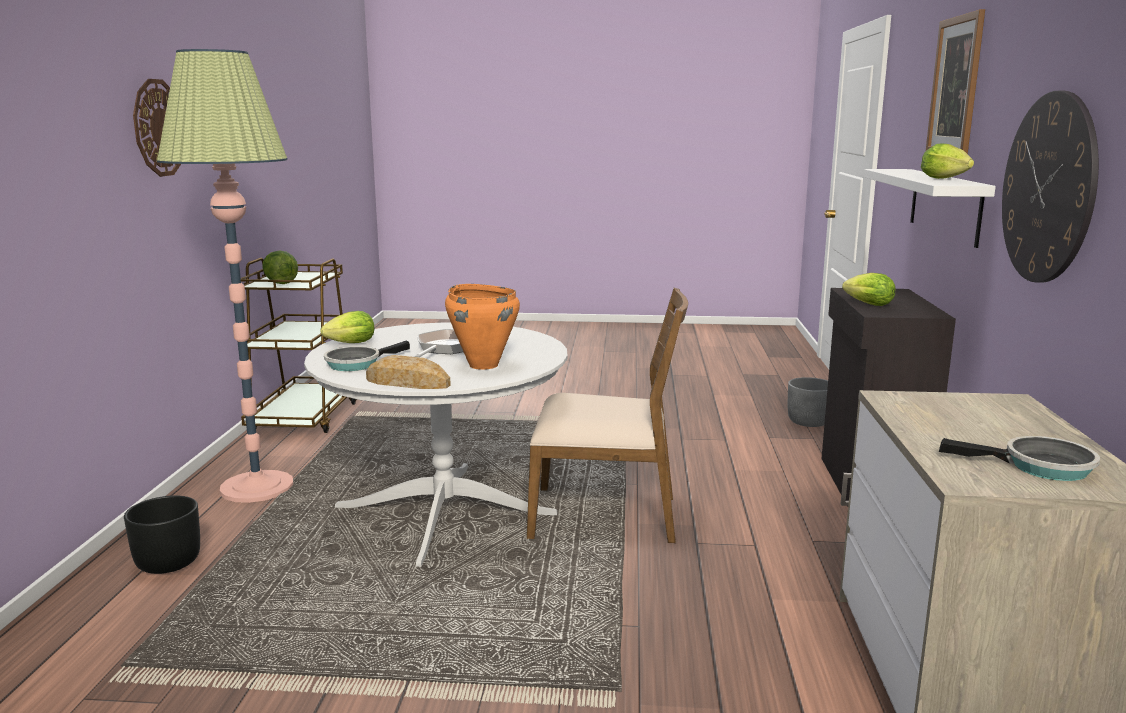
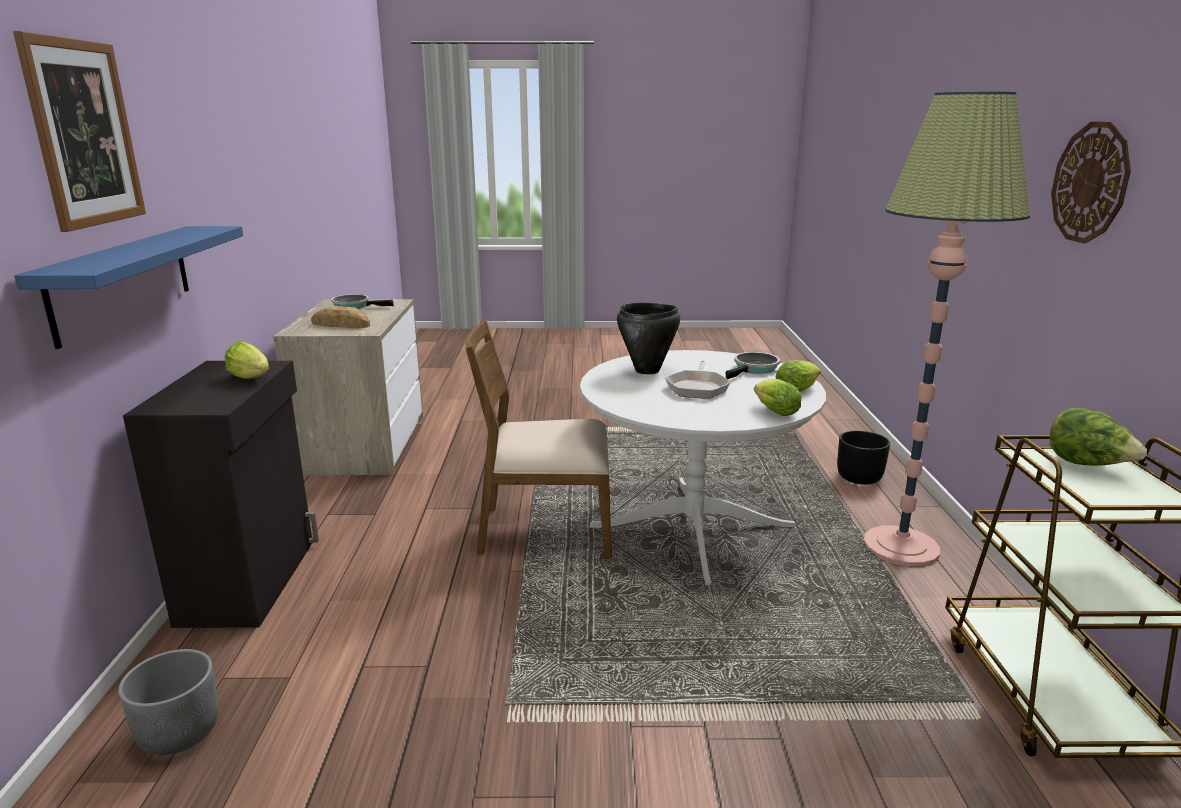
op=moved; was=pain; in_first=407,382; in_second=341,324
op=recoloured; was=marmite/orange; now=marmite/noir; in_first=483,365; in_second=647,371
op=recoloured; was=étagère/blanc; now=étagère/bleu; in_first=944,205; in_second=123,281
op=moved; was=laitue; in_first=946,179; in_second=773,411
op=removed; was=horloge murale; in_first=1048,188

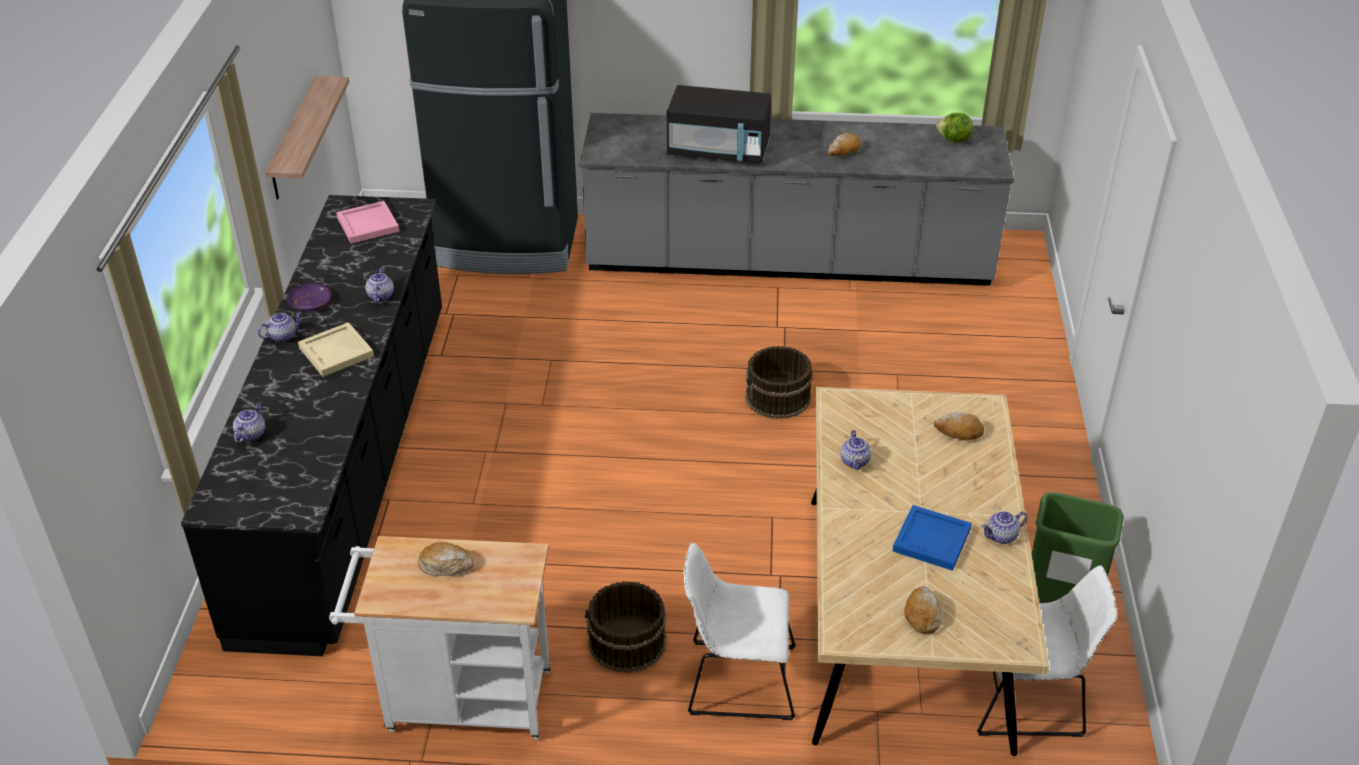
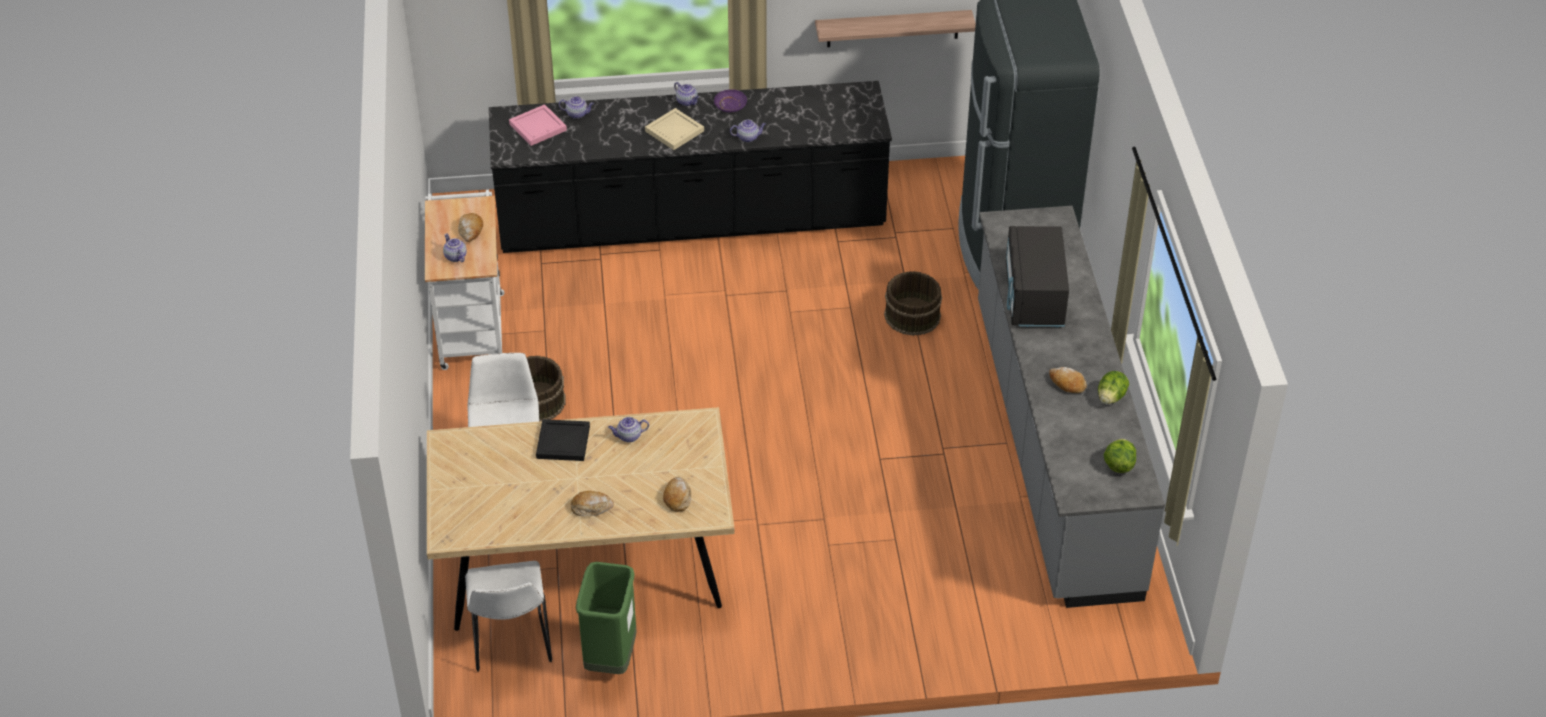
op=moved; was=plateau/rose; in_first=368,224; in_second=539,127
op=moved; was=seau/marron; in_first=778,398; in_second=911,316
op=removed; was=plateau/bleu; in_first=931,539
op=moved; was=pain; in_first=922,614; in_second=591,507
op=moved; was=théière; in_first=1001,537; in_second=455,257
op=added; now=plateau/noir; in_second=562,442
op=added; now=laitue; in_second=1111,397

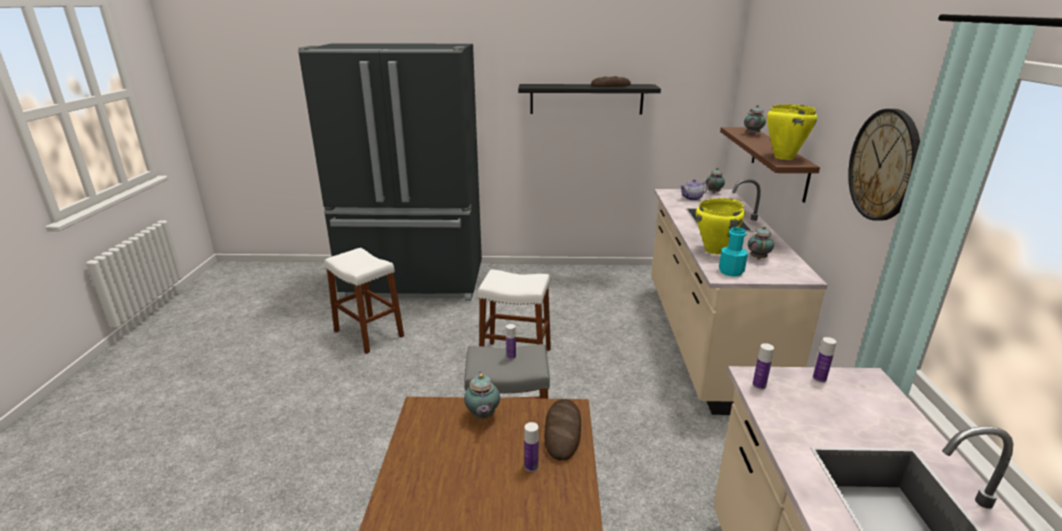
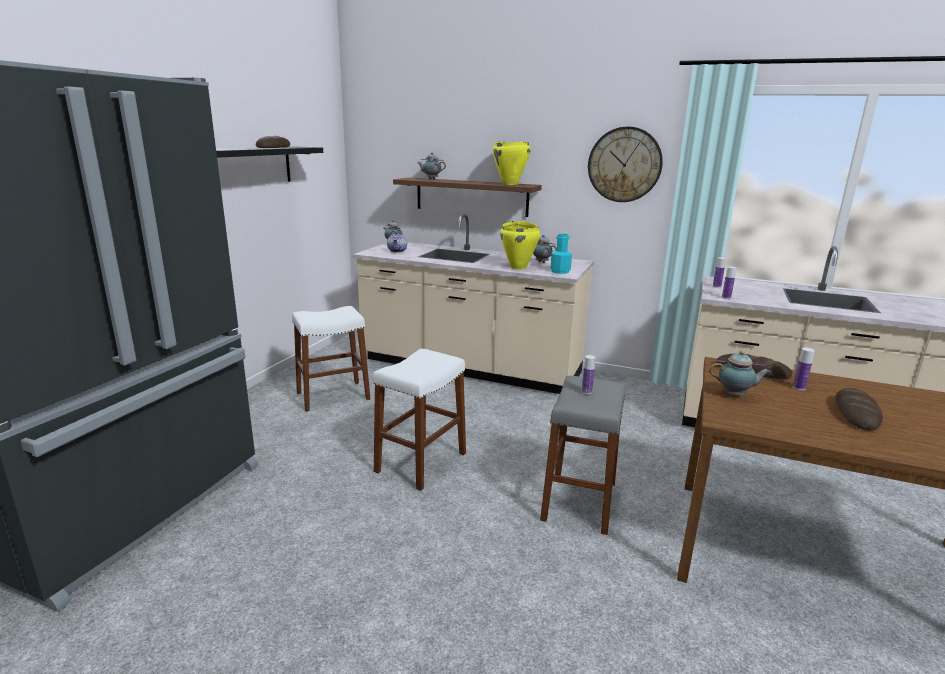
op=moved; was=tabouret/blanc; in_first=369,333; in_second=333,396
op=added; now=pain; in_second=856,413

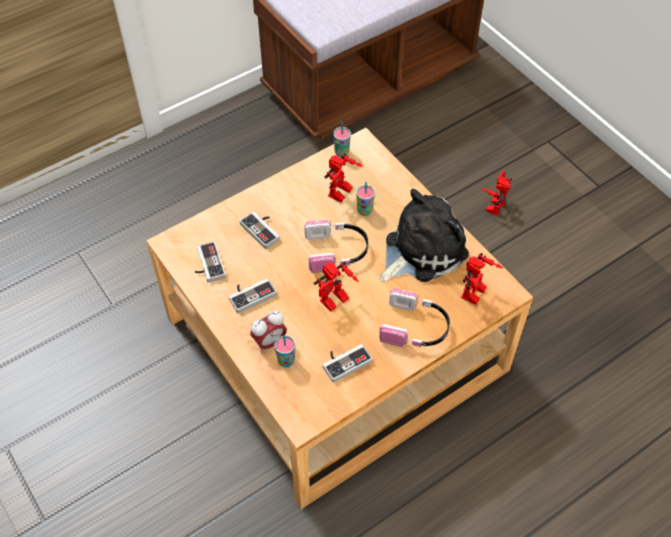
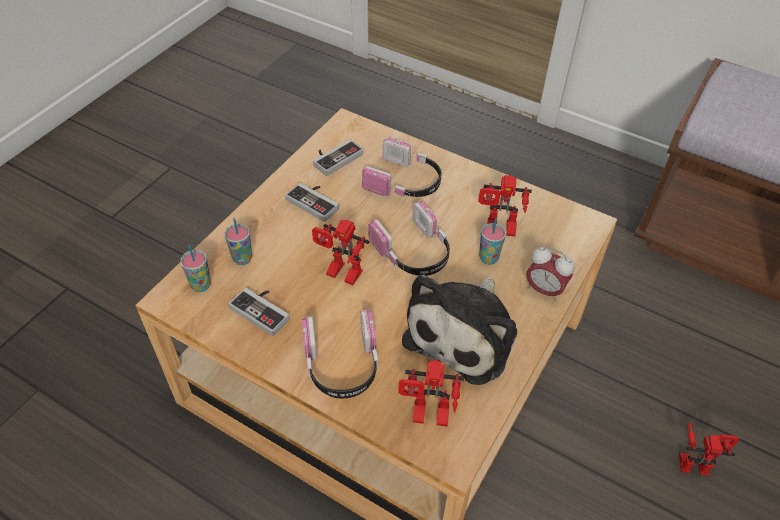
op=replaced; was=manette; now=casque audio; in_first=263,230; in_second=405,182
op=moved; was=réveil; in_first=269,342; in_second=544,290
op=moved; was=tasse; in_first=341,153; in_second=201,285
op=turned; was=peluche; in_first=421,250; in_second=465,333; clockwise=90

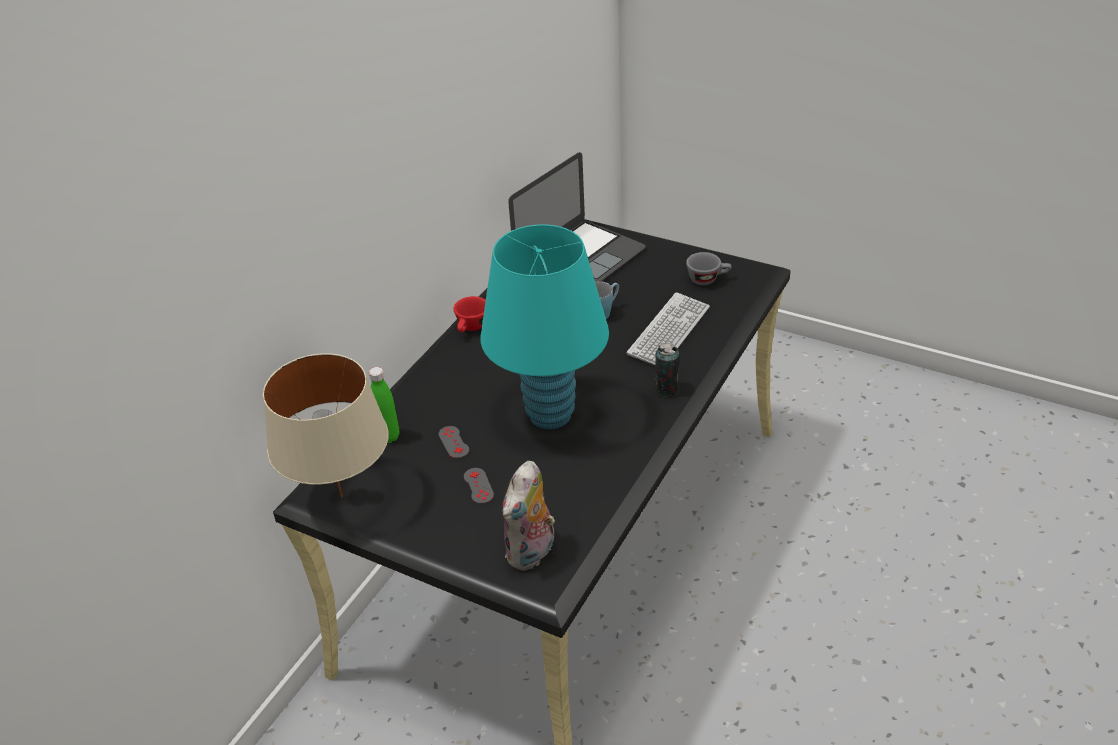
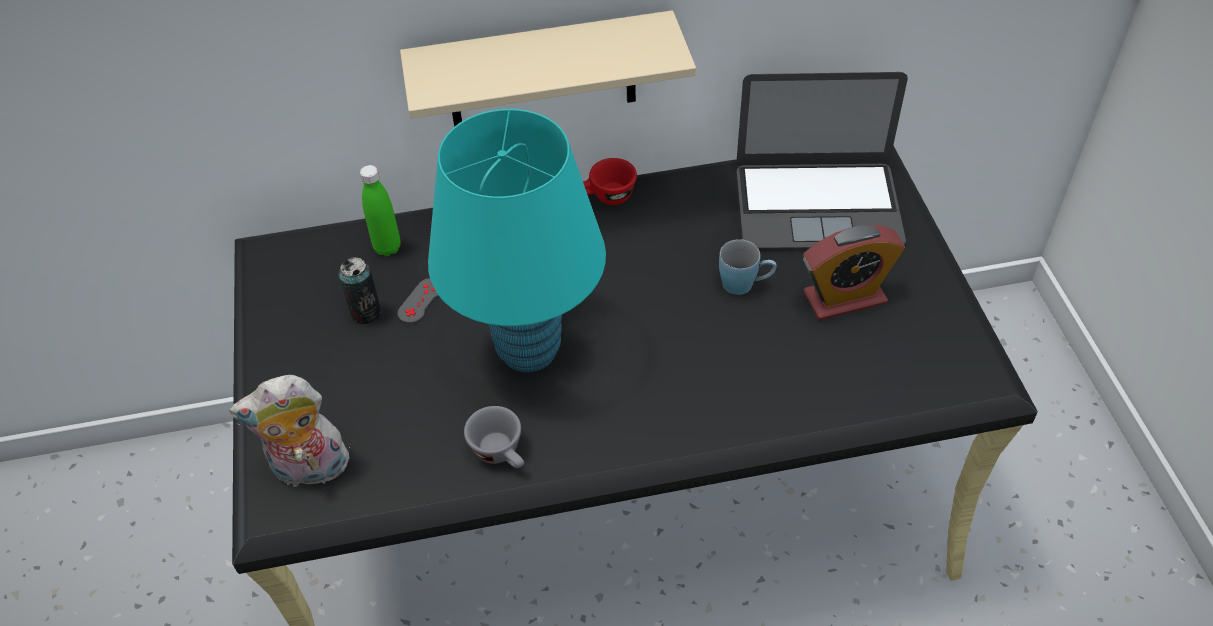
op=removed; was=lampe de table/beige; in_first=341,496
op=removed; was=manette/gris; in_first=478,486
op=removed; was=clavier; in_first=669,331
op=moved; was=boîte métallique; in_first=666,389; in_second=366,313
op=moved; was=tasse/gris; in_first=708,279; in_second=501,453
op=added; now=étagère/beige; in_second=541,72
op=added; now=réveil; in_second=844,298

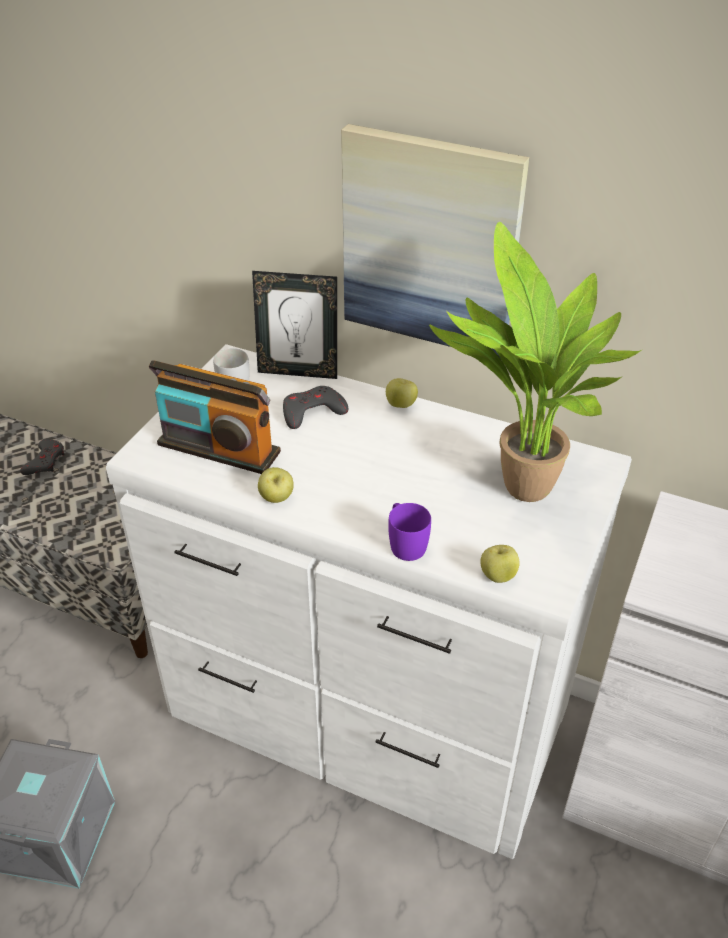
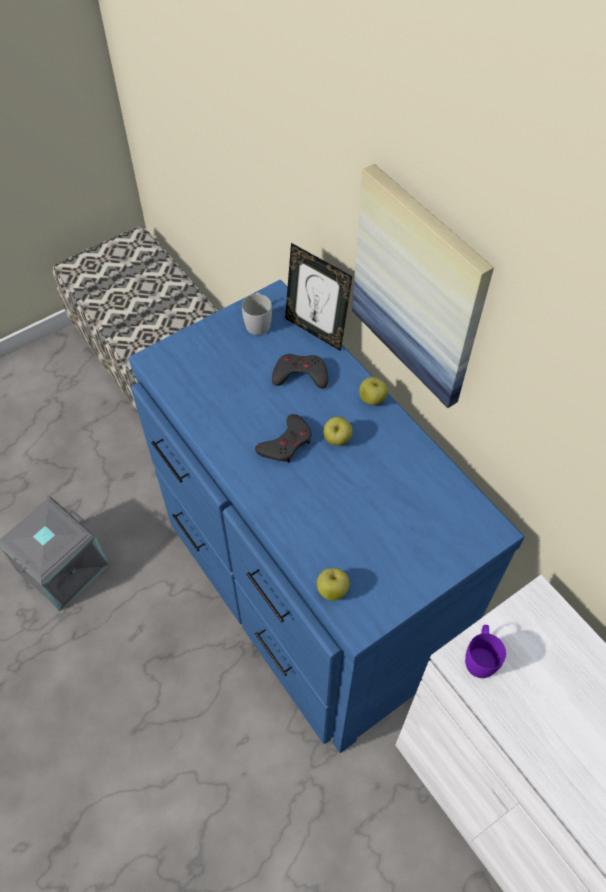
op=moved; was=manette/gris; in_first=45,461; in_second=286,443
op=recoloured; was=commode/blanc; now=commode/bleu; in_first=366,714; in_second=305,591
op=removed; was=radio; in_first=218,449
op=moved; was=pomme; in_first=276,498; in_second=337,439
op=moved; was=mug/violet; in_first=405,543; in_second=480,656
op=removed; was=plante en pot; in_first=518,490

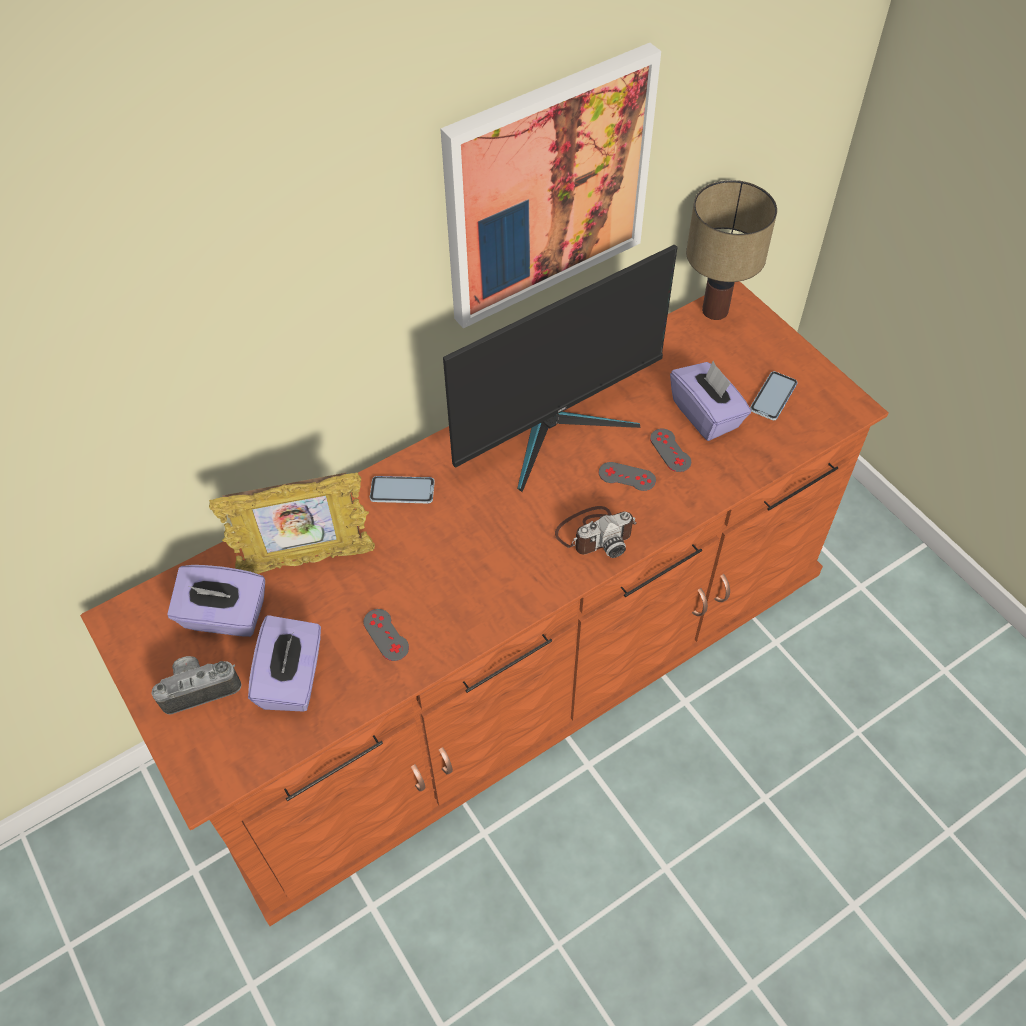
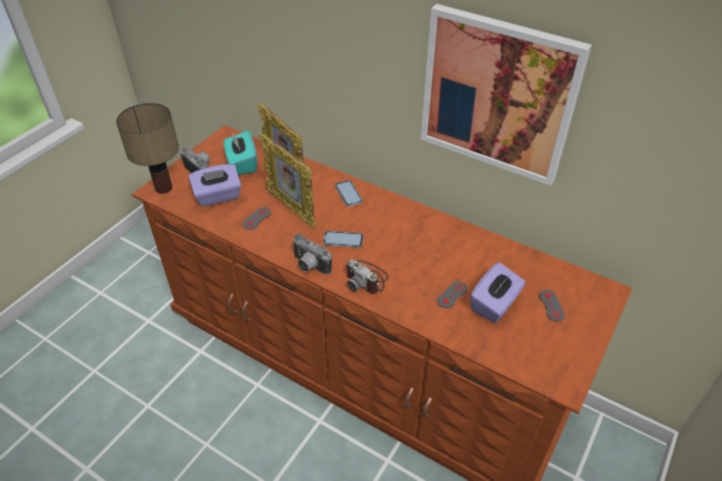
op=recoloured; was=boîte à mouchoirs/violet; now=boîte à mouchoirs/turquoise; in_first=224,616; in_second=242,164
op=removed; was=écran d'ordinateur; in_first=556,428
op=moved; was=manette/gris; in_first=627,476; in_second=551,305
op=moved; was=lampe de table; in_first=715,309; in_second=164,188
op=moved; was=téléphone; in_first=773,397; in_second=343,240
op=added; now=cadre photo; in_second=291,209
op=added; now=appareil photo; in_second=309,266

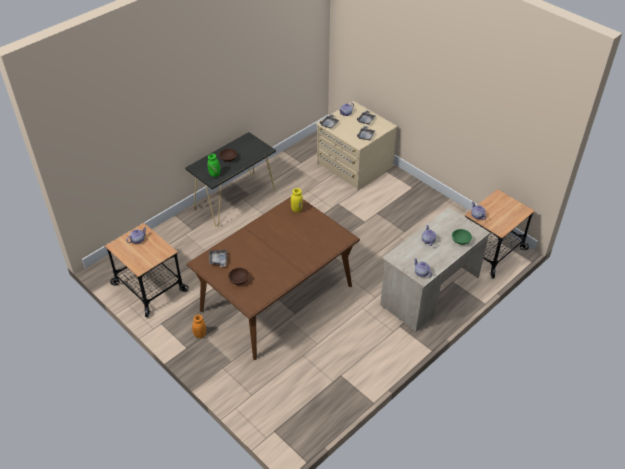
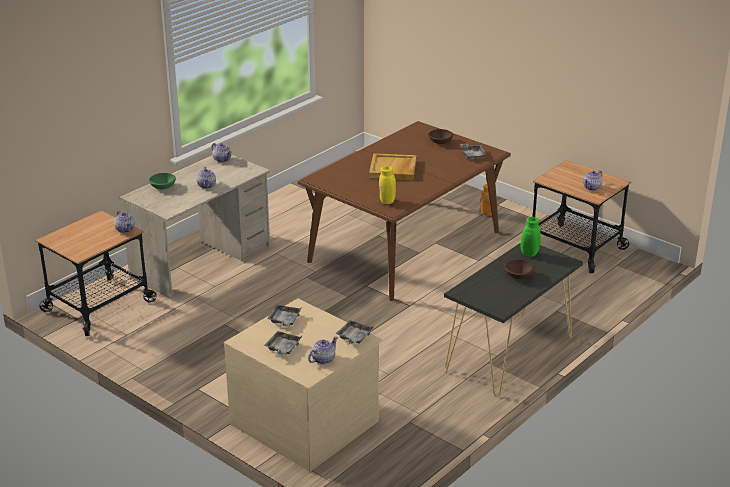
op=added; now=plateau/beige; in_second=393,169

